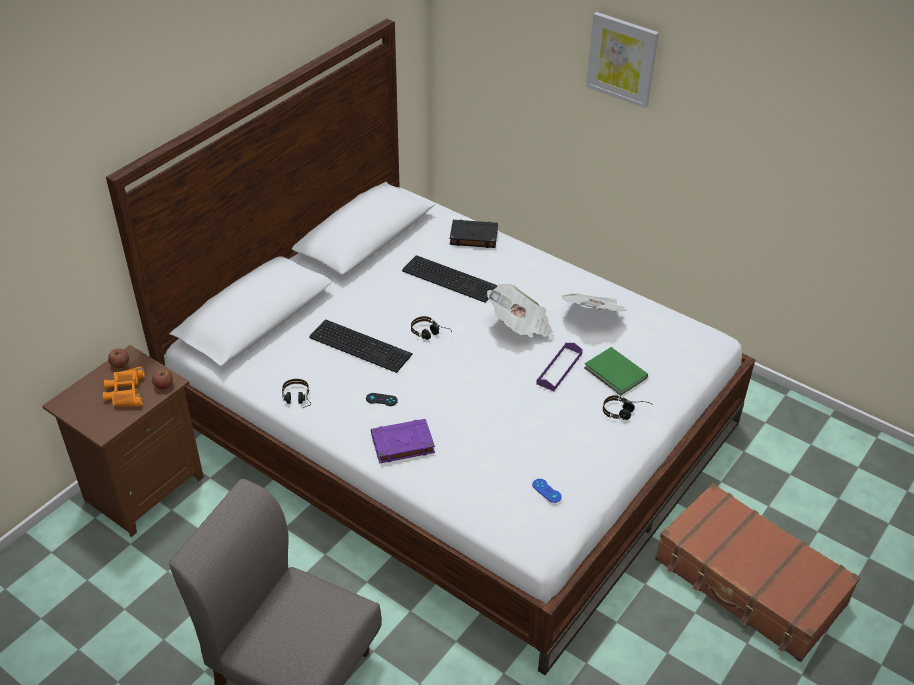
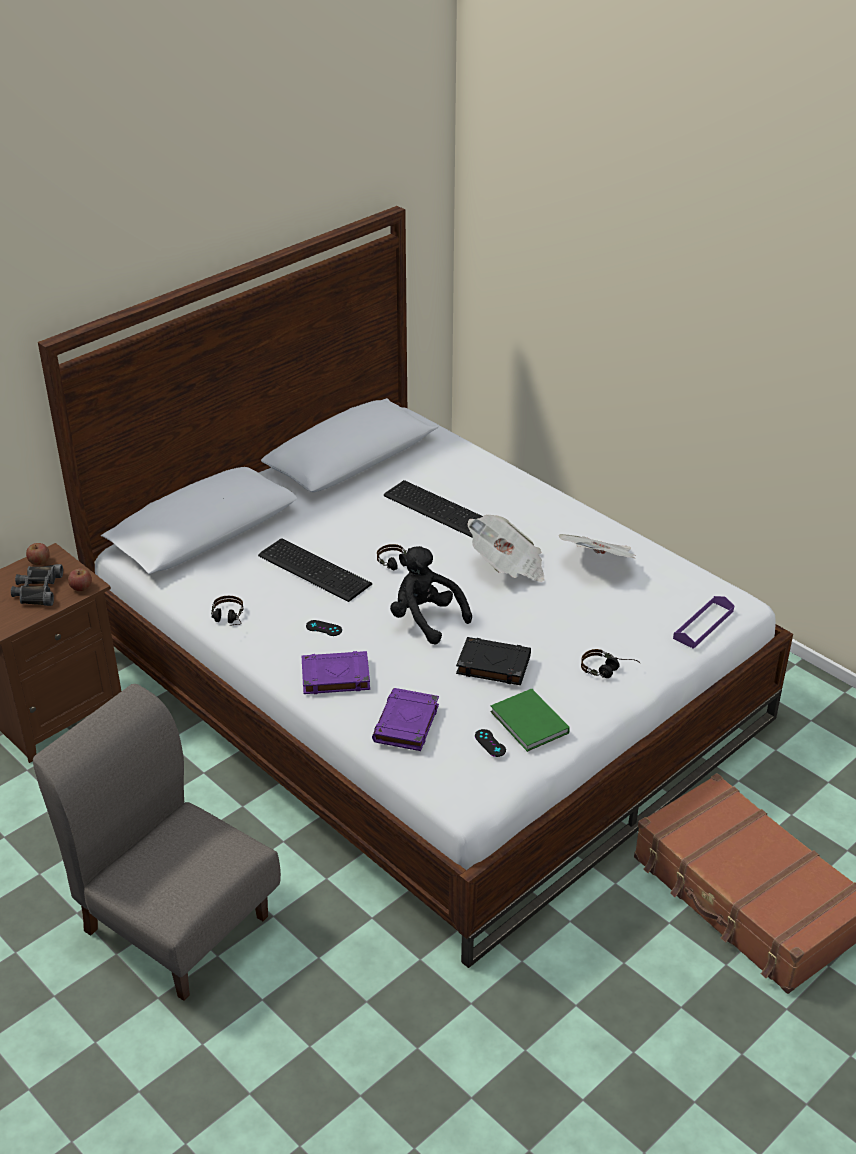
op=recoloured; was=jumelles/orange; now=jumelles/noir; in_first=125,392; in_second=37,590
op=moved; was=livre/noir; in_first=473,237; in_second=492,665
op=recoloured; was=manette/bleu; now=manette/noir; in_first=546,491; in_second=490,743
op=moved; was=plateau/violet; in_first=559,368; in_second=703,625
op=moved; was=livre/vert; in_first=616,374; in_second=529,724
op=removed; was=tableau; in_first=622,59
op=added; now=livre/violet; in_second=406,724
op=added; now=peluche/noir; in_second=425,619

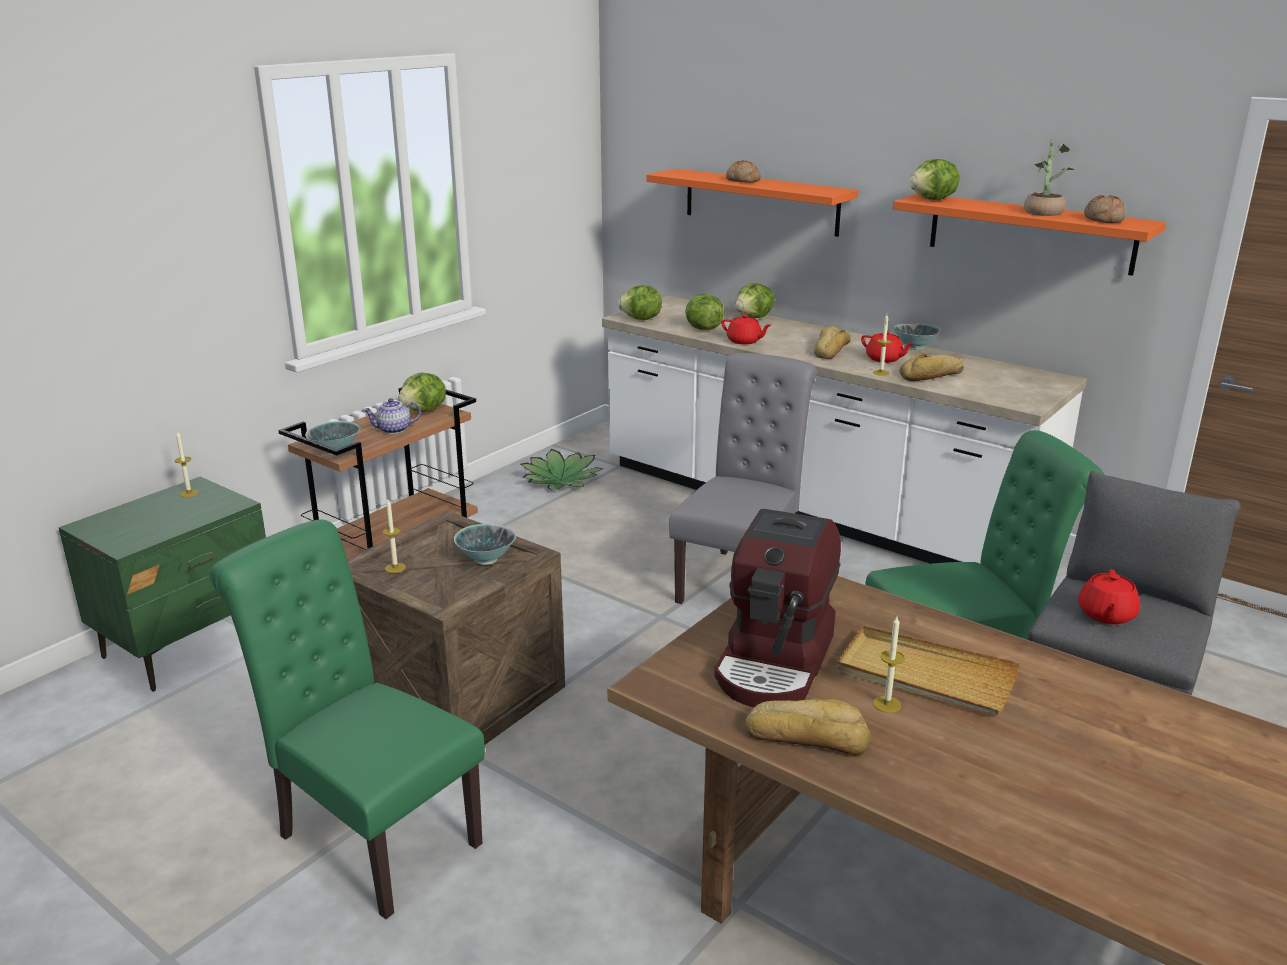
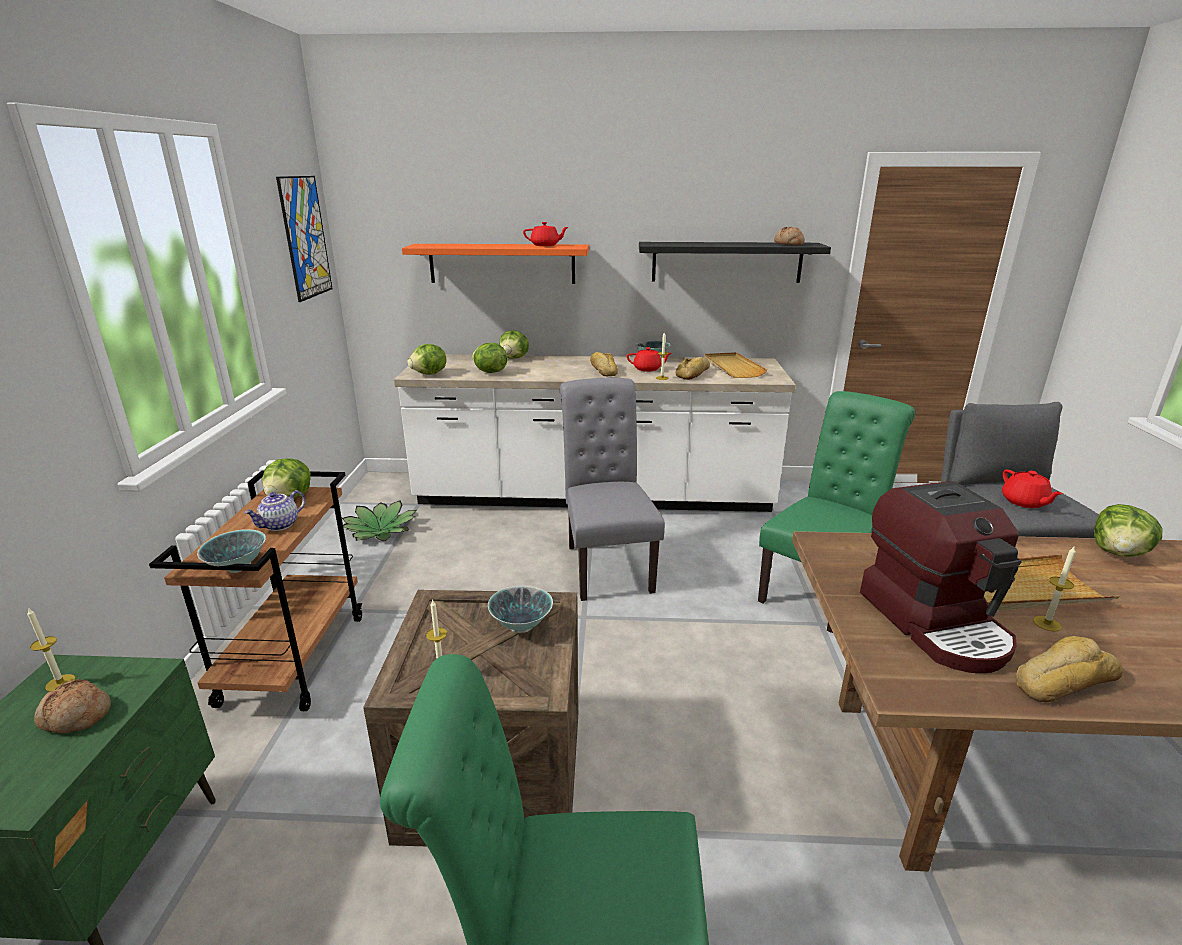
op=moved; was=théière/rouge; in_first=744,341; in_second=545,245
op=moved; was=pain; in_first=742,180; in_second=75,717
op=recoloured; was=étagère/orange; now=étagère/noir; in_first=1030,233; in_second=726,262
op=moved; was=laitue; in_first=933,200; in_second=1118,553
op=removed; was=plante en pot; in_first=1043,212
op=added; now=tableau; in_second=305,237
op=added; now=plateau/beige; in_second=732,367

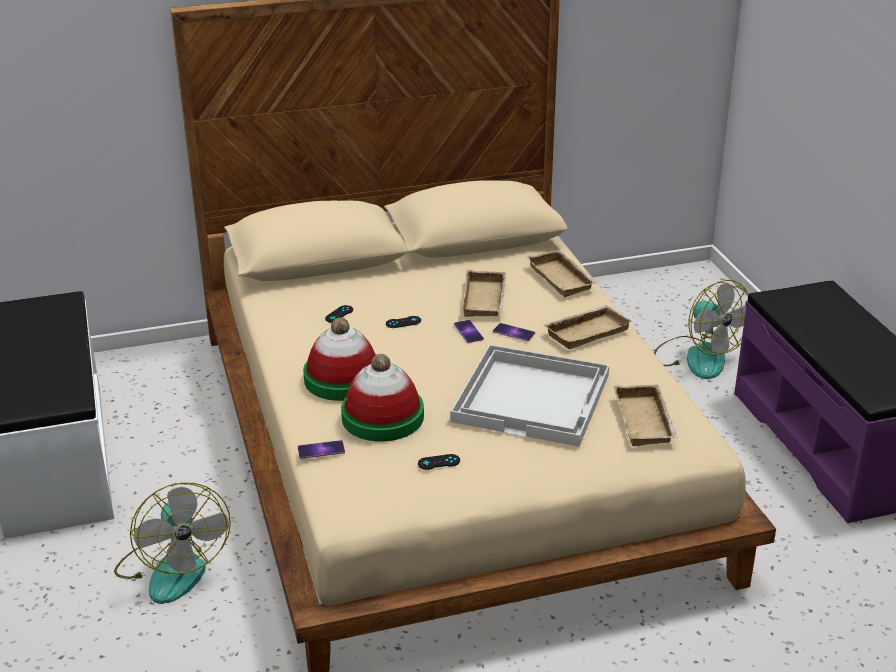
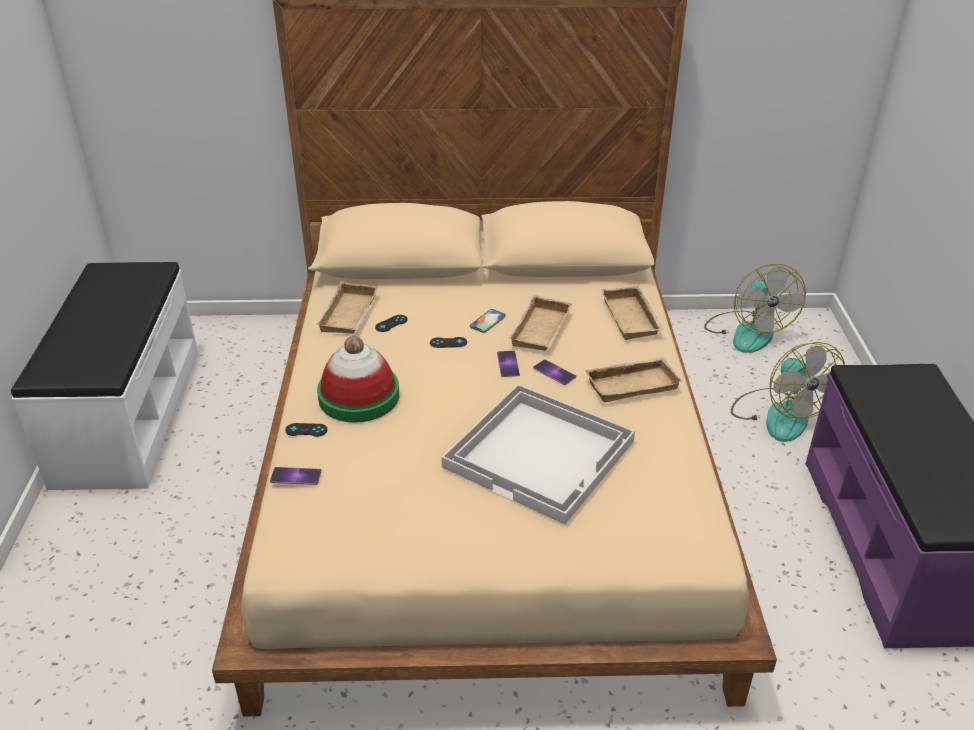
op=moved; was=ventilateur; in_first=173,568; in_second=747,331
op=removed; was=chapeau; in_first=382,417
op=moved; was=manette/noir; in_first=439,462; in_second=306,430
op=moved; was=plateau/beige; in_first=646,421; in_second=351,314
op=added; now=téléphone; in_second=487,321

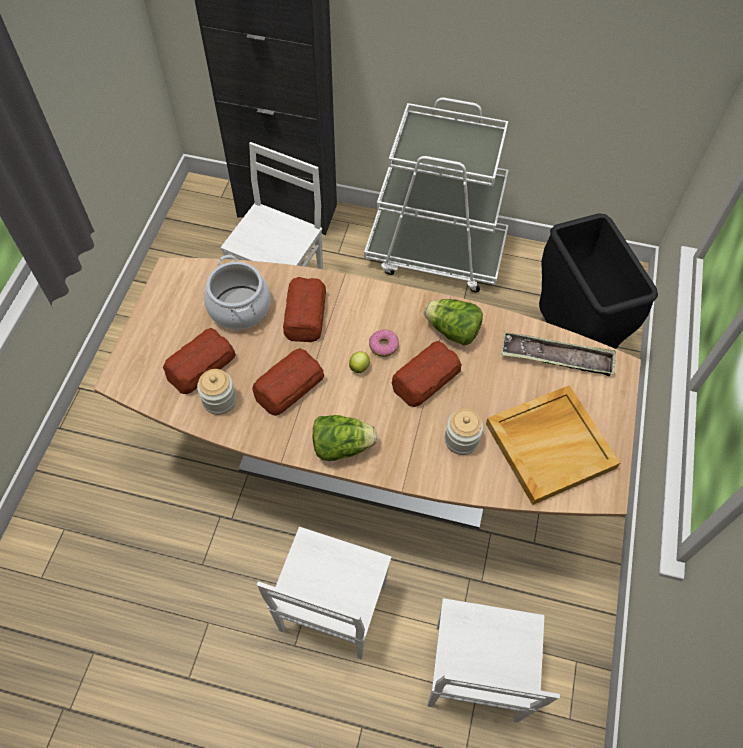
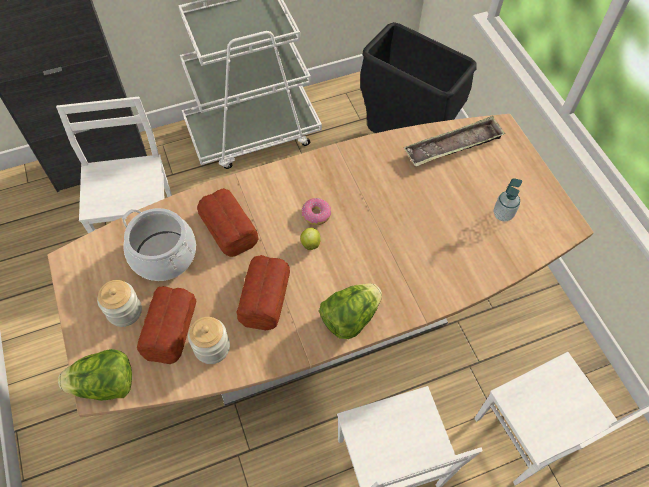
op=removed; was=pain; in_first=427,378
op=moved; was=laitue; in_first=452,331; in_second=105,385
op=moved; was=bocal; in_first=461,440; in_second=124,311
op=replaced; was=plateau/beige; now=distributeur de savon; in_first=550,444; in_second=502,214

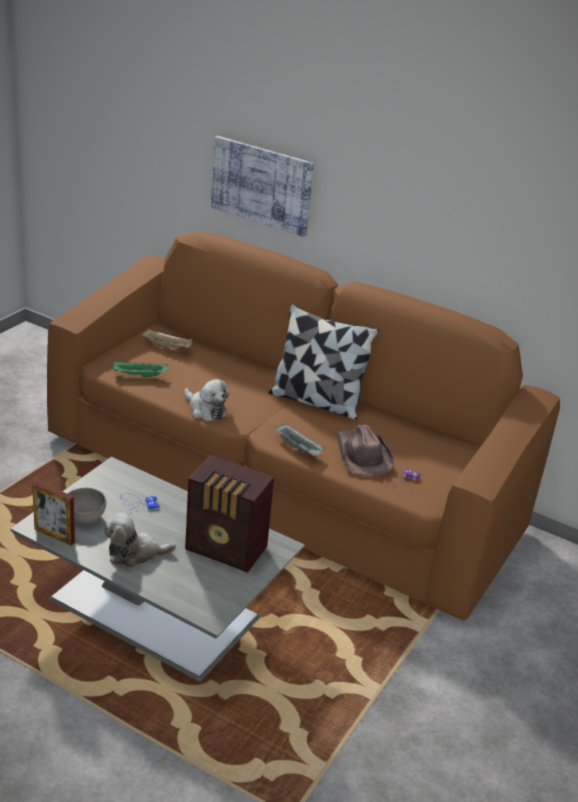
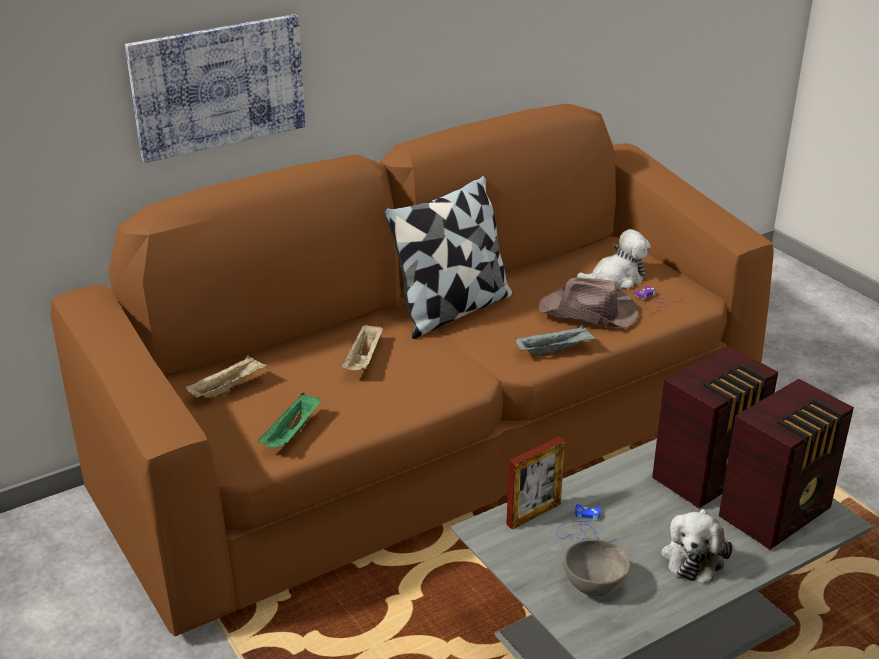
op=moved; was=cadre photo; in_first=54,535; in_second=533,514
op=moved; was=peluche; in_first=205,410; in_second=616,278
op=added; now=plateau/beige; in_second=364,360
op=added; now=radio; in_second=778,513

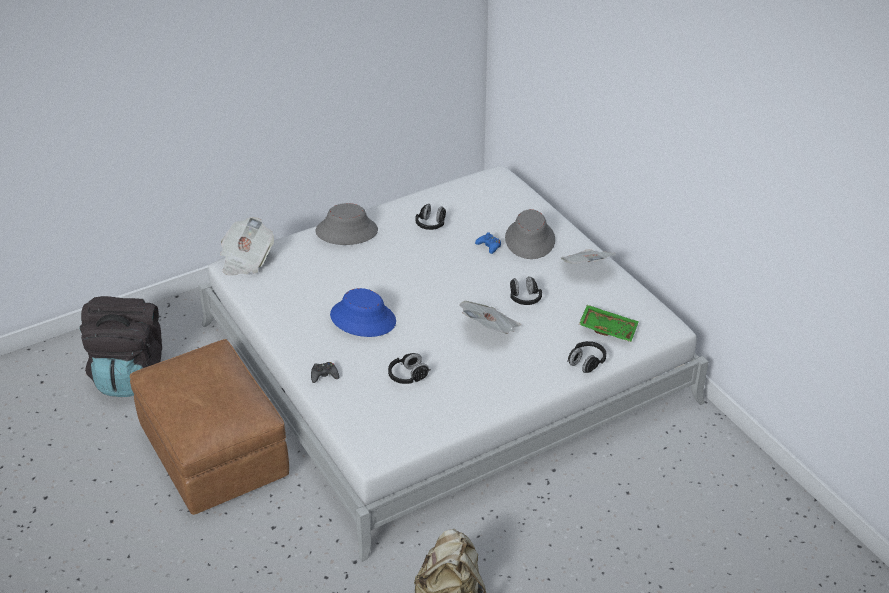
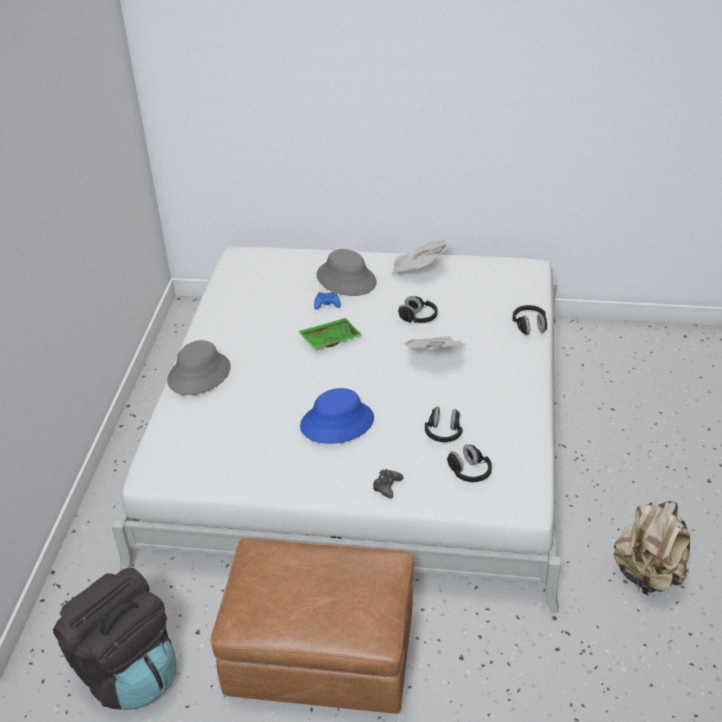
op=removed; was=journal; in_first=246,260
op=moved; was=casque audio/noir; in_first=431,224; in_second=469,472
op=moved; was=plateau/vert; in_first=608,328; in_second=330,339

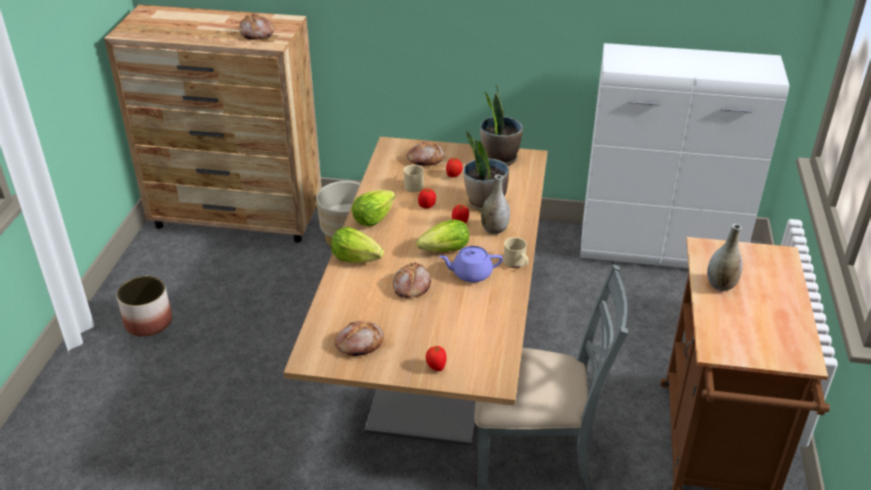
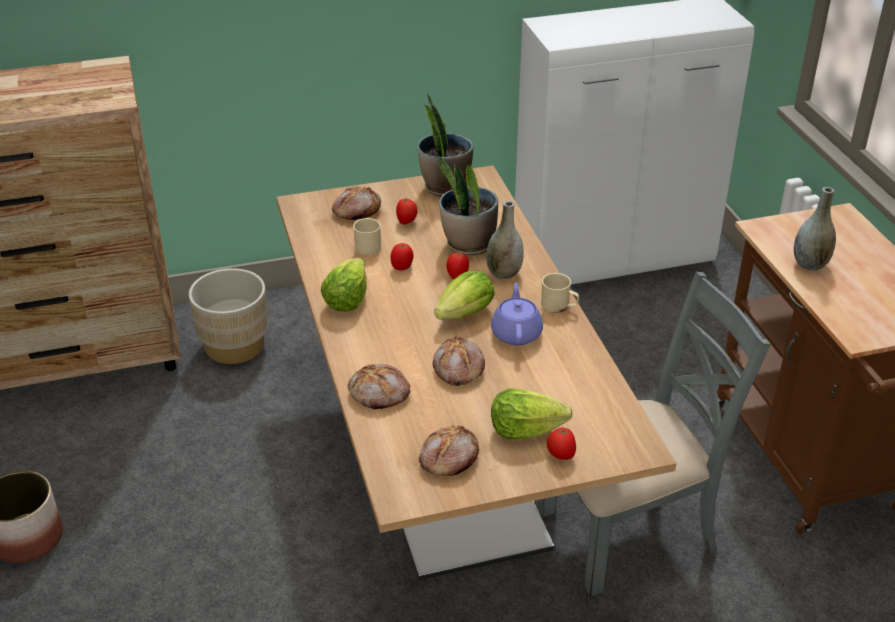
op=moved; was=pain; in_first=256,34; in_second=379,394
op=moved; was=laitue; in_first=355,258; in_second=525,430
op=turned; was=théière/violet; in_first=471,274; in_second=516,333; clockwise=120

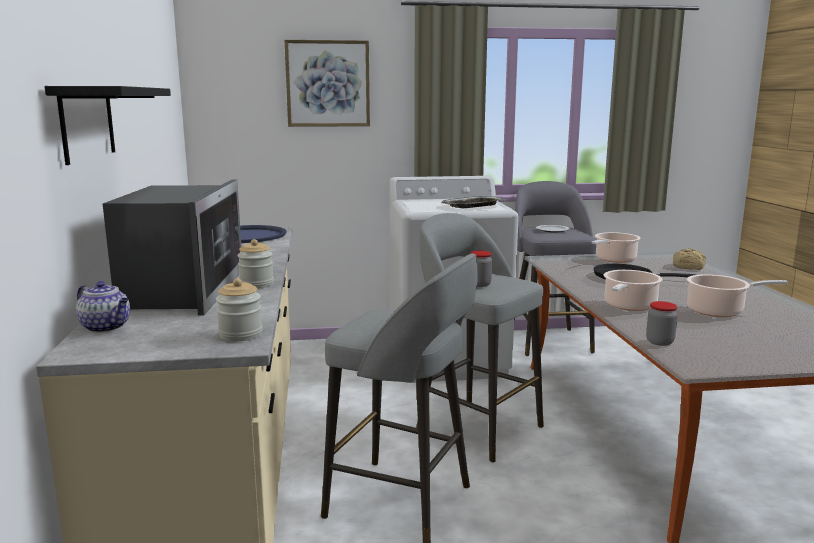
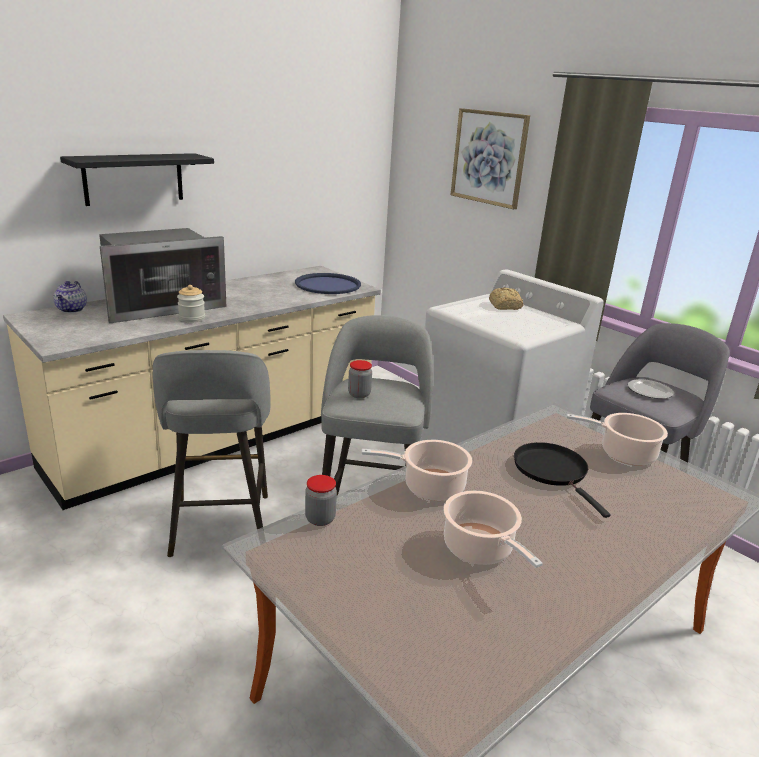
op=removed; was=bocal; in_first=240,334
op=removed; was=plateau; in_first=473,206
op=moved; was=pain; in_first=689,267; in_second=504,306

